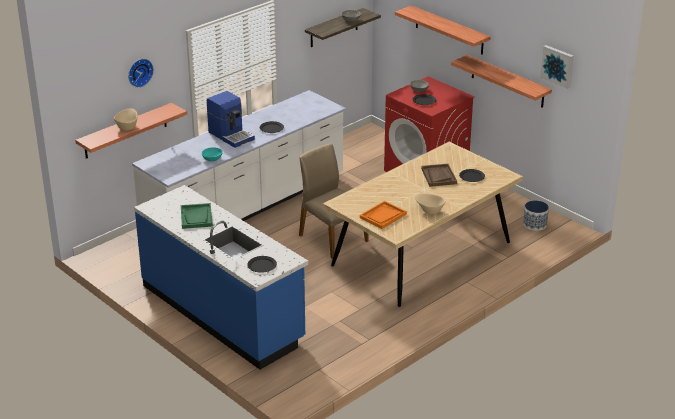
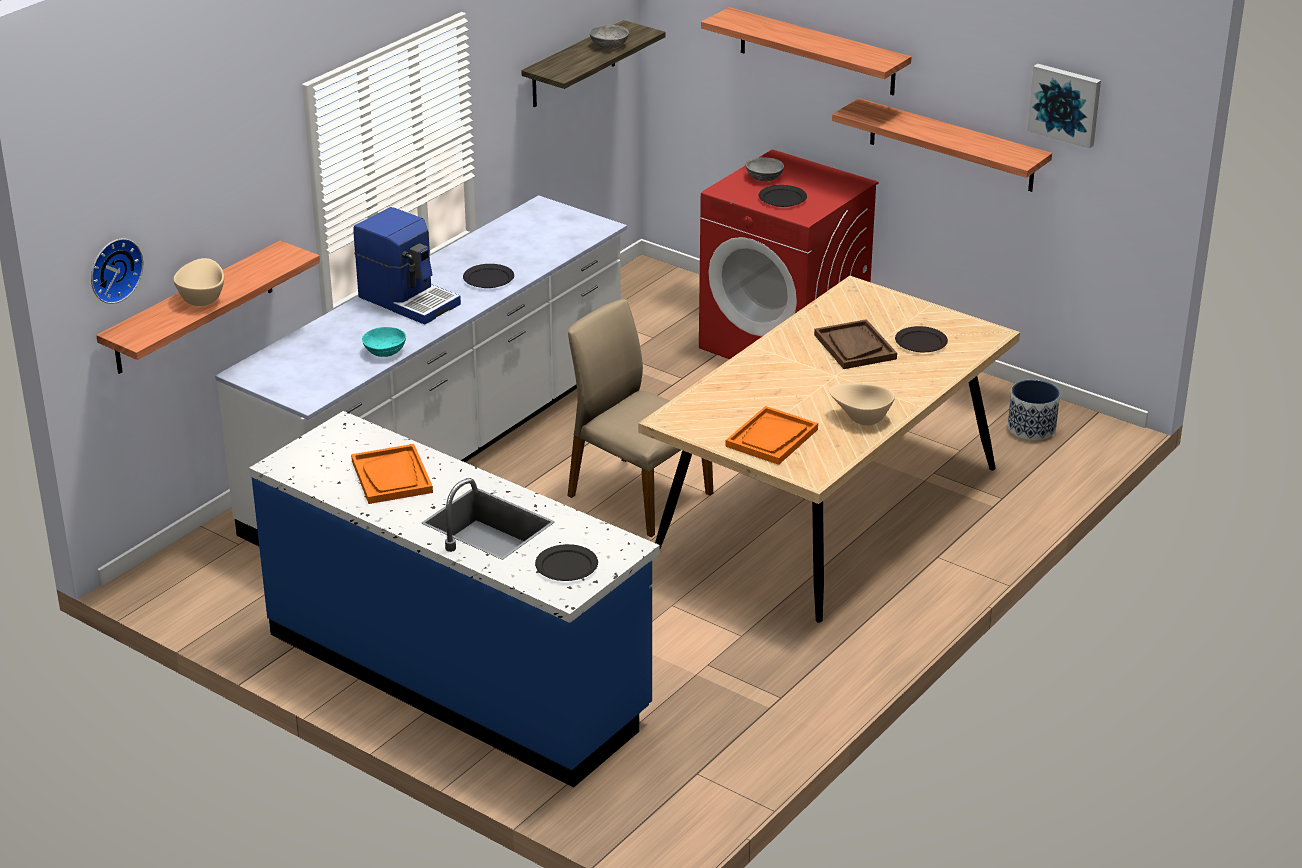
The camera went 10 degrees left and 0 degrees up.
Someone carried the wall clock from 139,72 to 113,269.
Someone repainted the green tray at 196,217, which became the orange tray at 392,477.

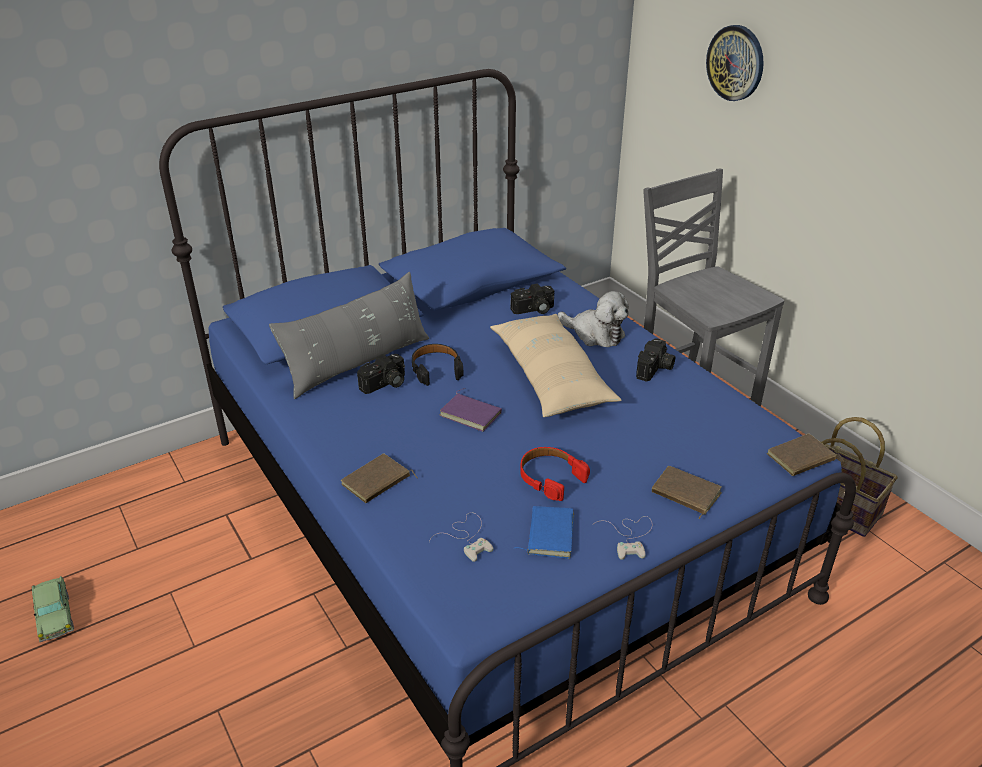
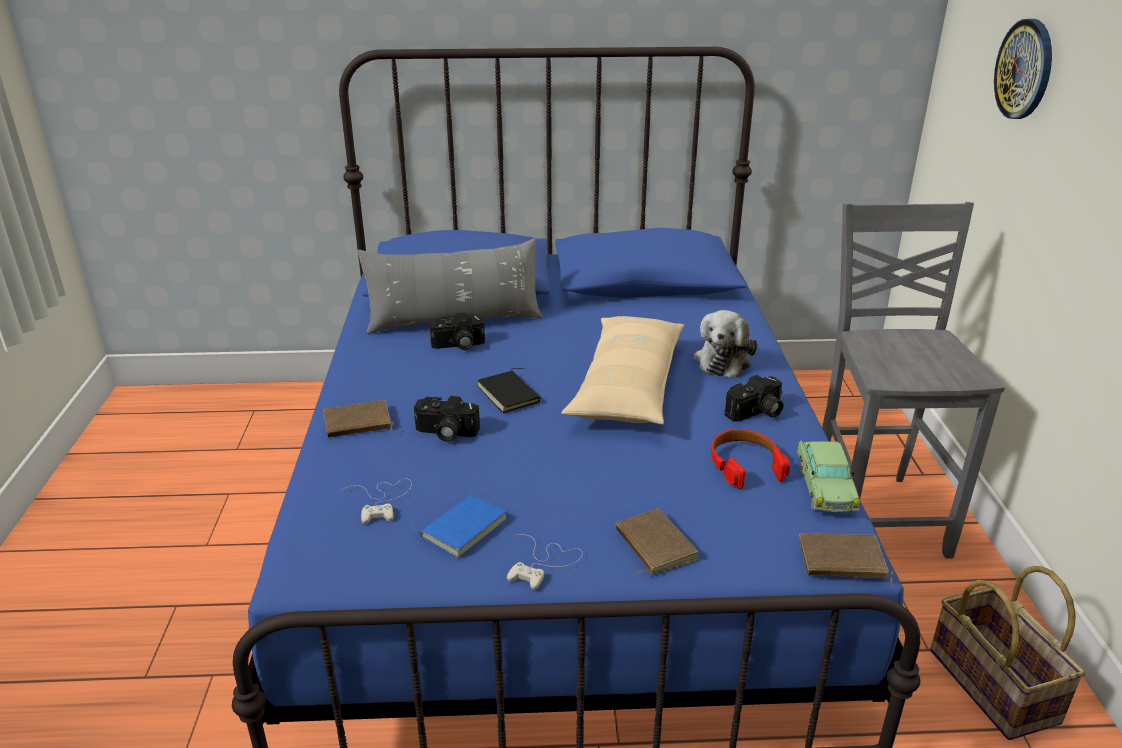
The camera went 30 degrees right and 5 degrees down.
Someone took away the black headphones at 436,369.
Someone carried the toy car from 55,615 to 825,487.
Someone carried the photo camera from 533,310 to 445,433.
Someone carried the red headphones from 550,478 to 745,465.
Someone repainted the purple book at 472,414, which became the black book at 510,394.
Someone rotated the plush toy at 595,334 by 45 degrees clockwise.

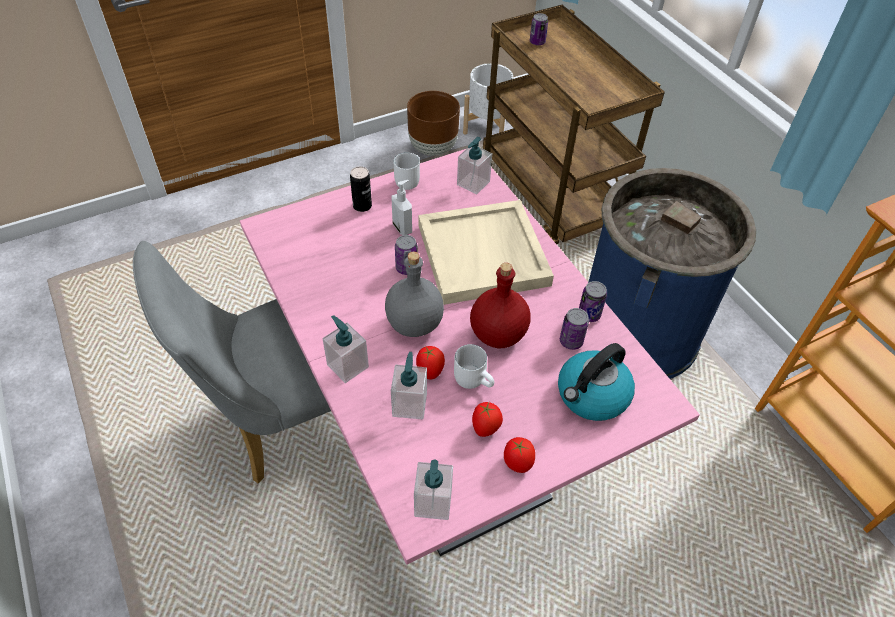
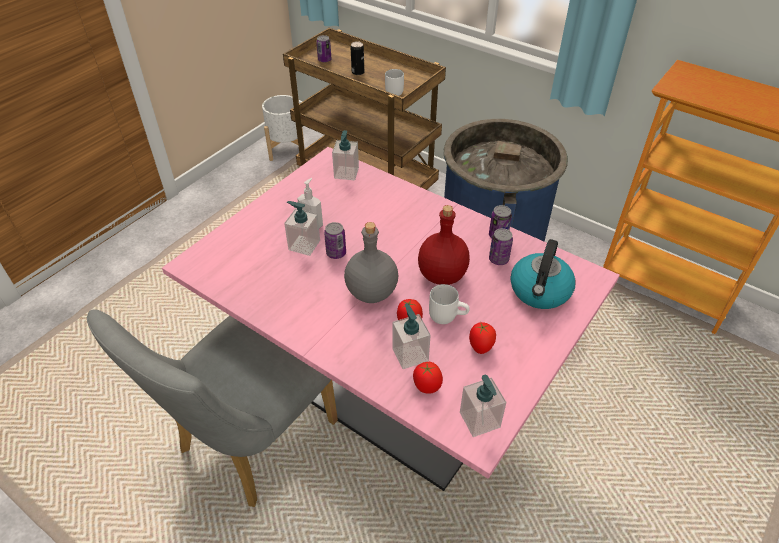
The camera went 25 degrees left and 5 degrees down.
Someone took away the brown planter at 433,148.
Someone took away the beige tray at 484,255.
Someone carried the soap dispenser from 347,366 to 304,245.
Someone carried the can from 362,206 to 358,72.
Someone carried the white mug from 407,179 to 393,90.
Someone carried the tomato from 517,463 to 426,387.

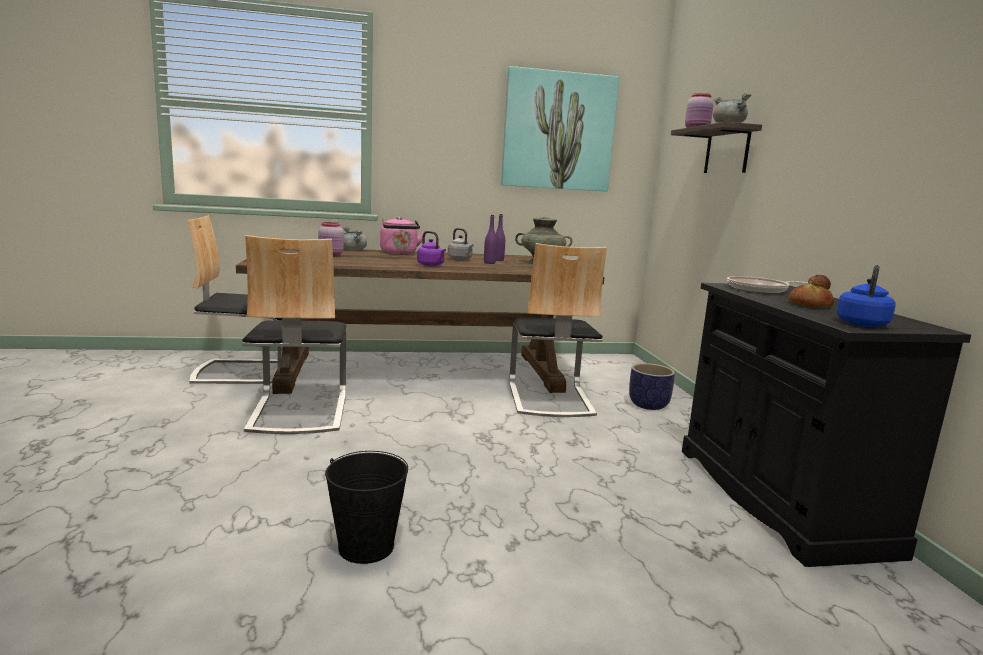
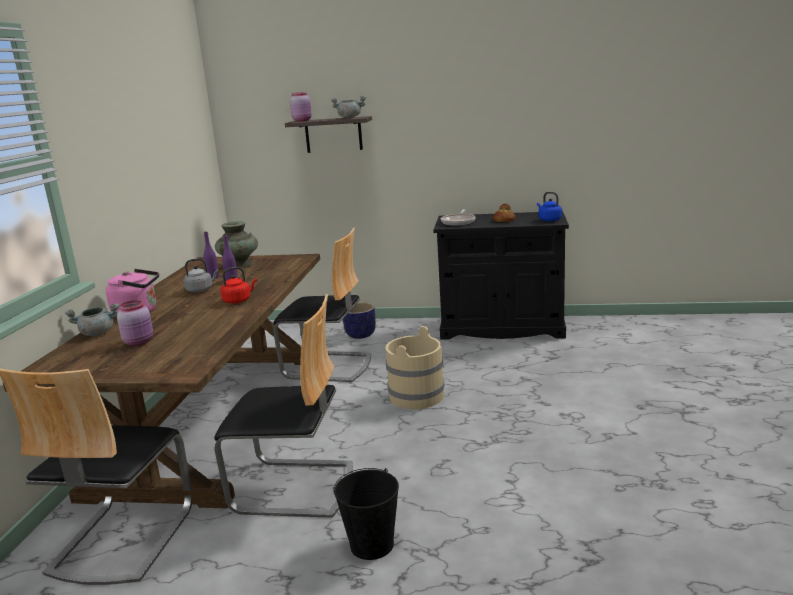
The camera went 70 degrees left and 5 degrees up.
Someone took away the picture at 558,131.
Someone put down the beige bucket at 416,396.
Someone carried the black bucket from 366,547 to 372,544.
Someone repainted the purple kettle at 431,265, which became the red kettle at 238,300.

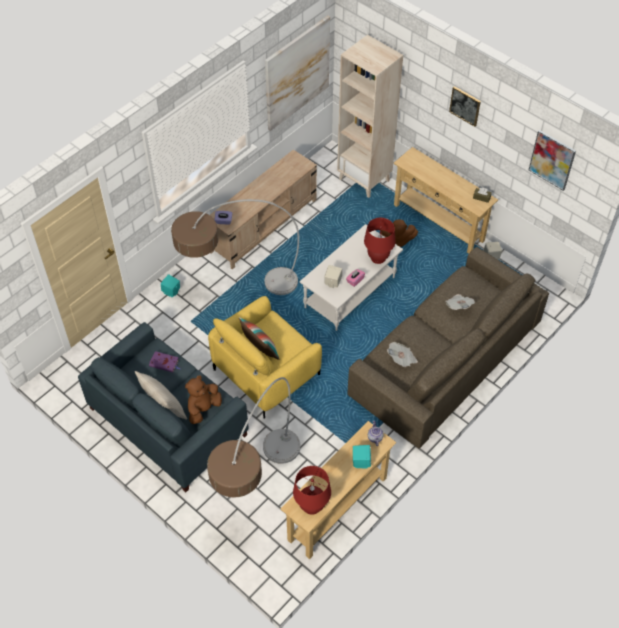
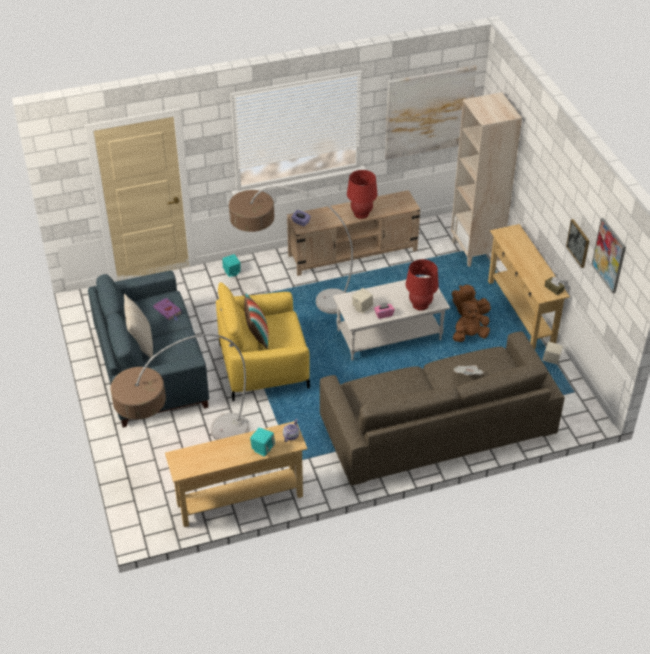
The camera went 30 degrees right and 10 degrees down.
Someone took away the newspaper at 402,359.
Someone carried the brown plush toy from 203,408 to 469,336.
Someone carried the red table lamp from 312,506 to 361,214.
Someone carried the picture from 465,106 to 578,243.

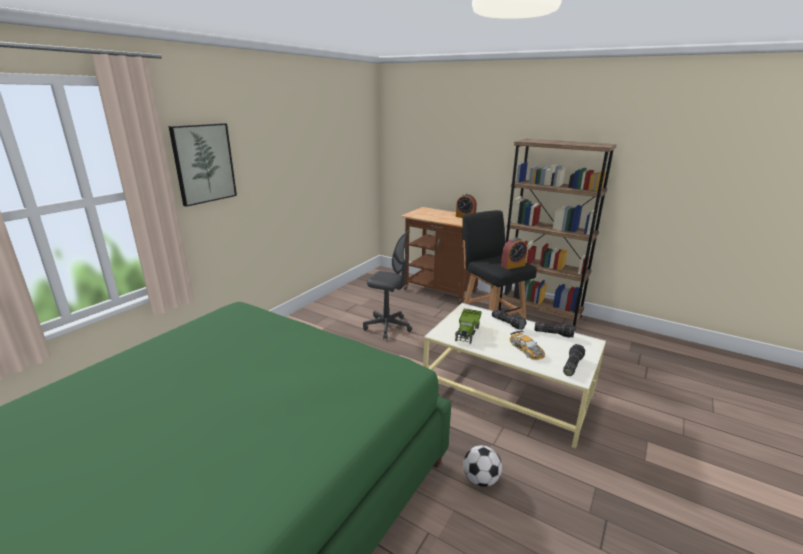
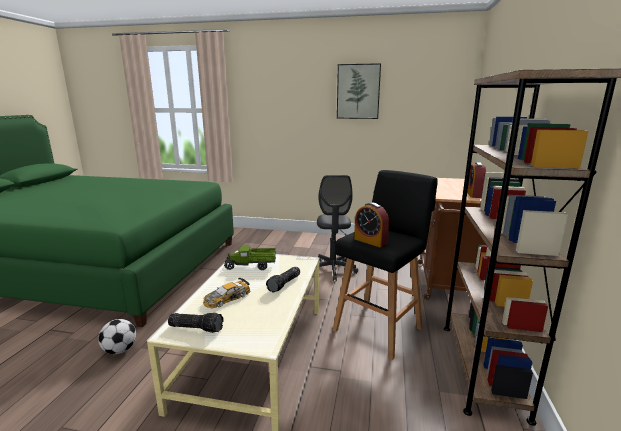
The camera went 70 degrees right and 5 degrees down.
Someone took away the flashlight at 553,333.
Someone carried the picture from 203,163 to 358,91.

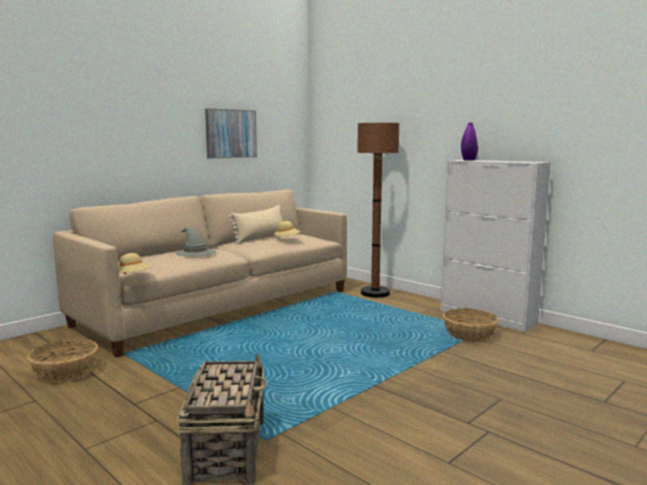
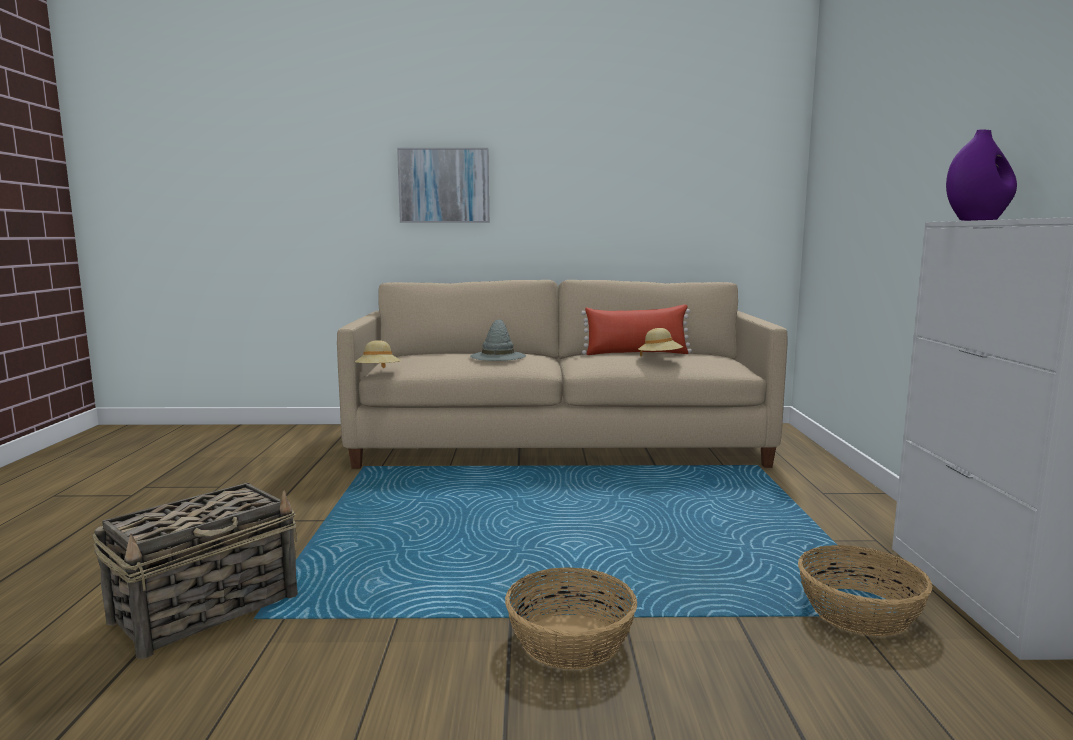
The camera went 45 degrees right and 0 degrees up.
Someone took away the brown floor lamp at 375,293.
Someone carried the basket from 66,372 to 571,641.
Someone carried the picture from 231,133 to 444,185.
Someone repainted the beige pillow at 260,238, which became the red pillow at 636,353.

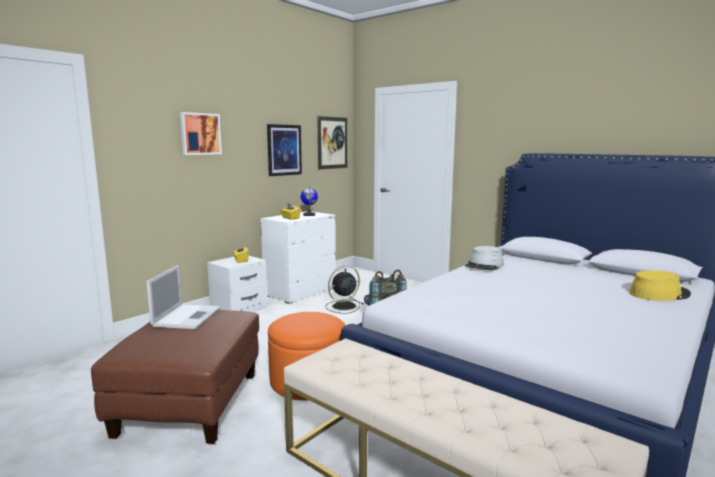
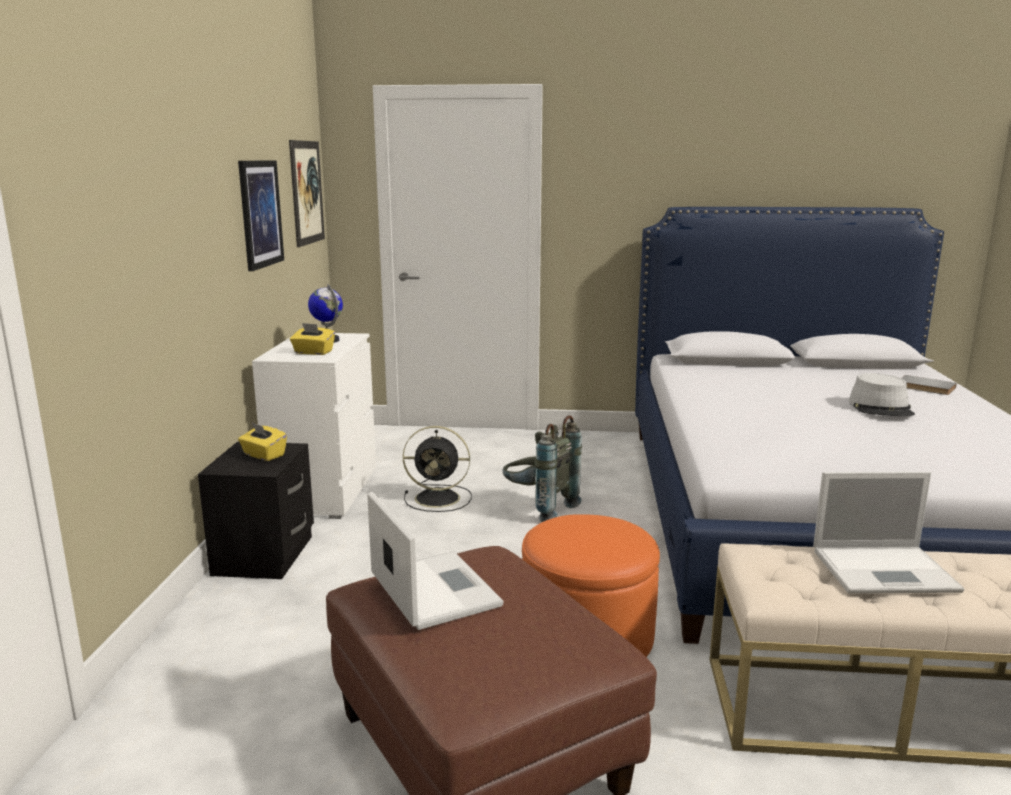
The camera went 35 degrees left and 5 degrees up.
Someone took away the picture at 200,134.
Someone put down the laptop at 886,570.
Someone carried the grey hat from 484,265 to 881,408.
Someone swapped the yellow hat at 659,294 for the grey book at 925,387.
Someone repainted the white nightstand at 239,310, which became the black nightstand at 266,555.
Someone rotated the black fan at 343,306 by 105 degrees counterclockwise.

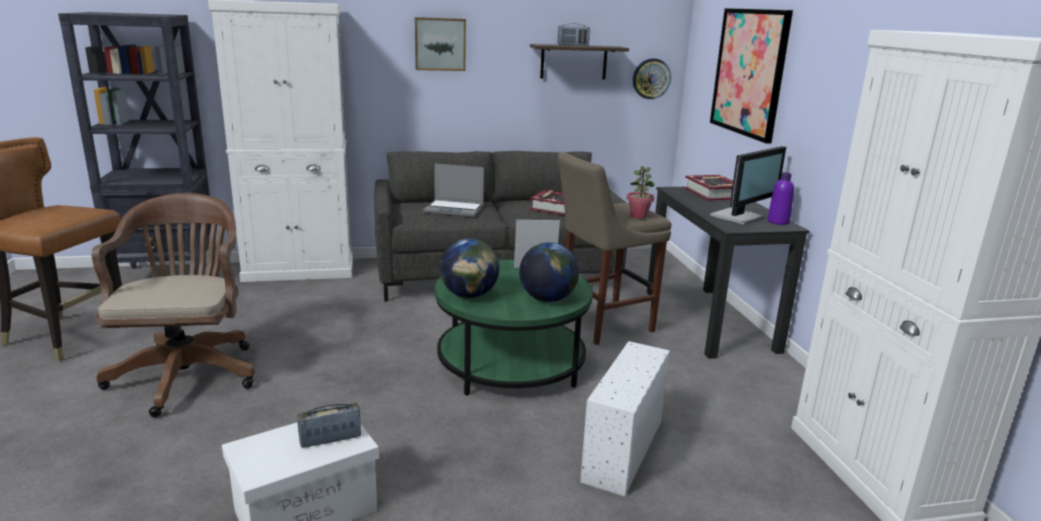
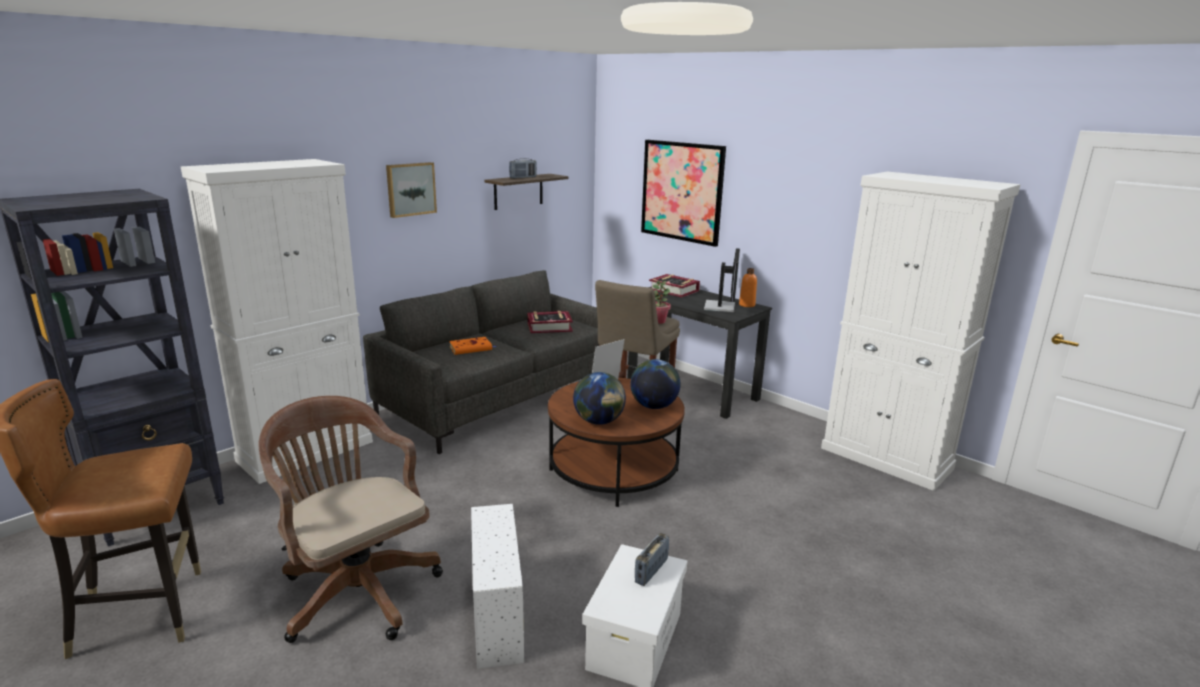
The camera went 35 degrees left and 0 degrees up.
Someone took away the wall clock at 651,78.
Someone carried the white storage box from 622,451 to 497,616.
Someone swapped the laptop at 455,209 for the orange book at 472,348.
Someone repainted the green coffee table at 511,363, which became the brown coffee table at 613,470.
Someone repainted the purple bottle at 778,222, which became the orange bottle at 747,305.

